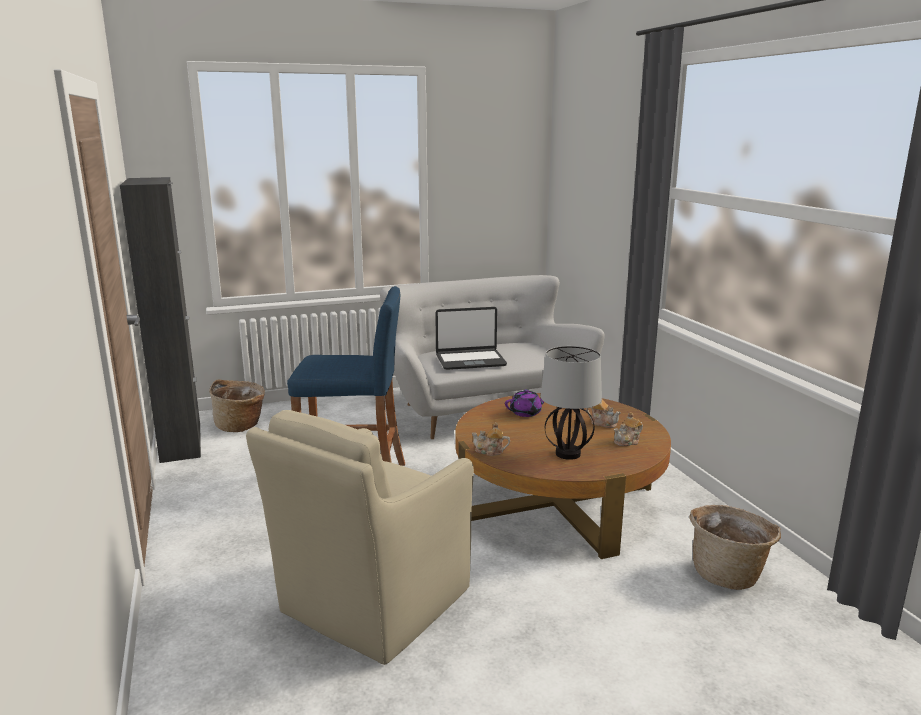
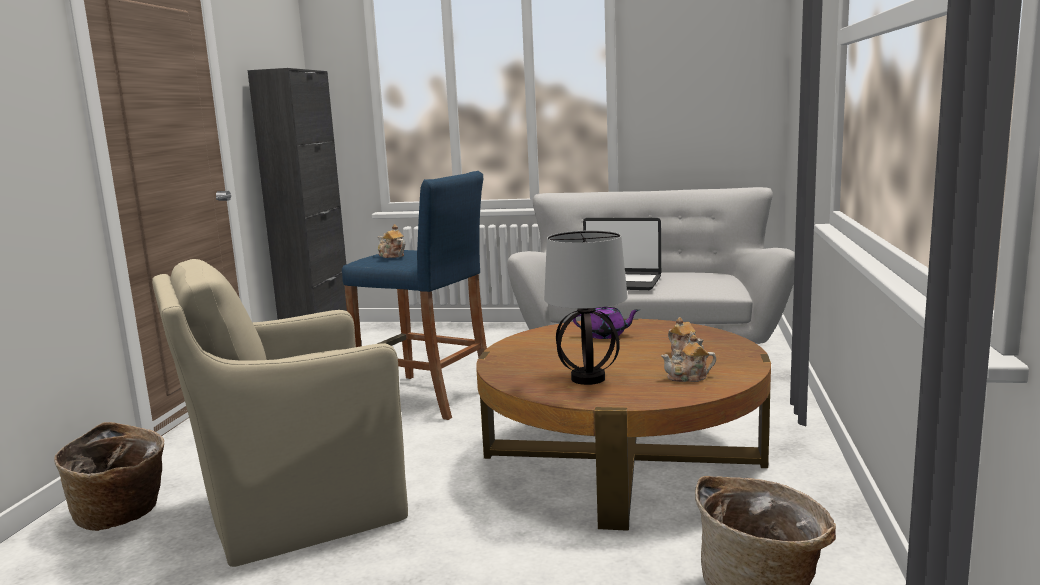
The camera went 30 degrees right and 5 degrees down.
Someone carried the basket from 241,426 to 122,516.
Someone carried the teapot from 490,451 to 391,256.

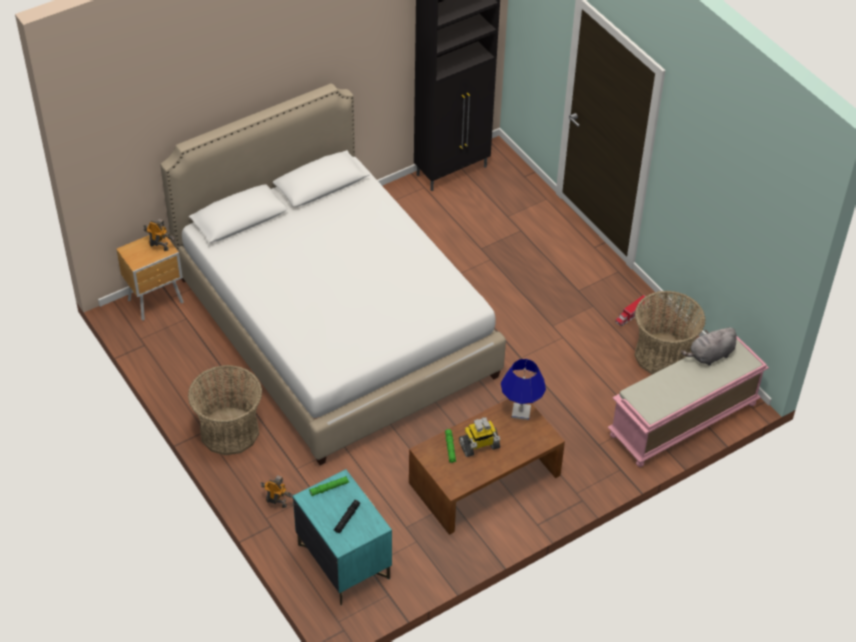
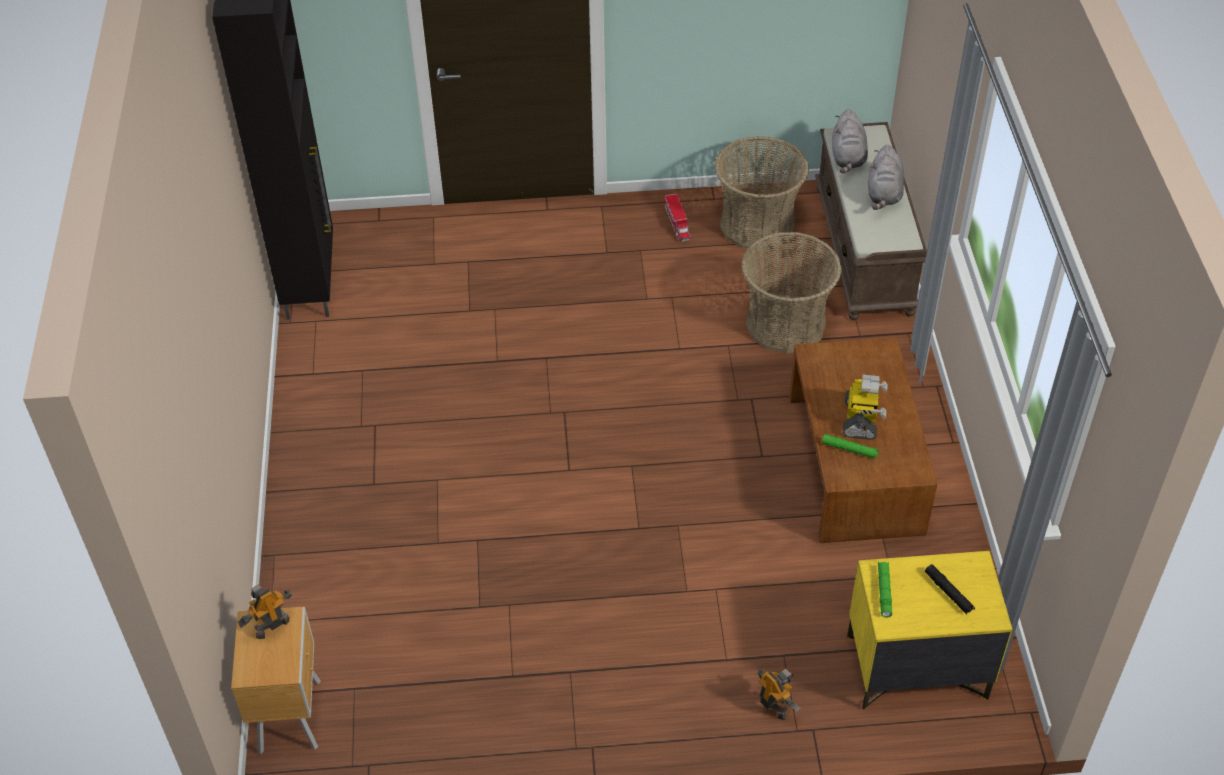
The camera went 60 degrees left and 0 degrees up.
Someone took away the white bed at 335,326.
Someone took away the blue table lamp at 520,412.
Someone put down the grey plush toy at 884,194.
Someone carried the basket from 229,431 to 785,324.
Someone repainted the turquoise nightstand at 343,561, which became the yellow nightstand at 915,667.
Someone repainted the pink bench at 683,420, which became the brown bench at 865,250.
Someone rotated the toy robot at 276,502 by 90 degrees clockwise.

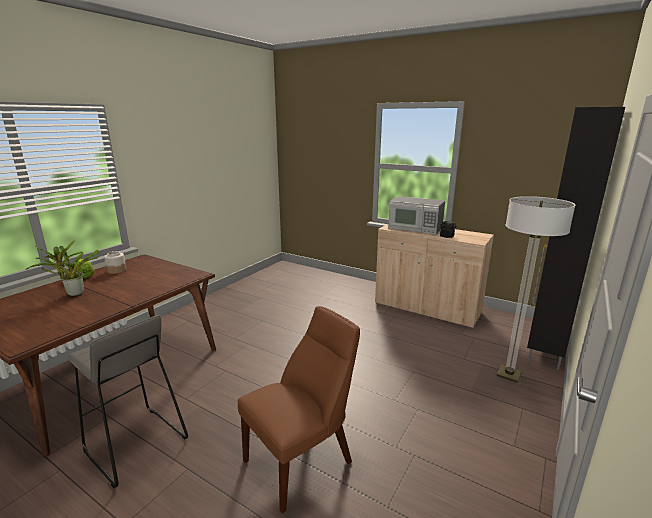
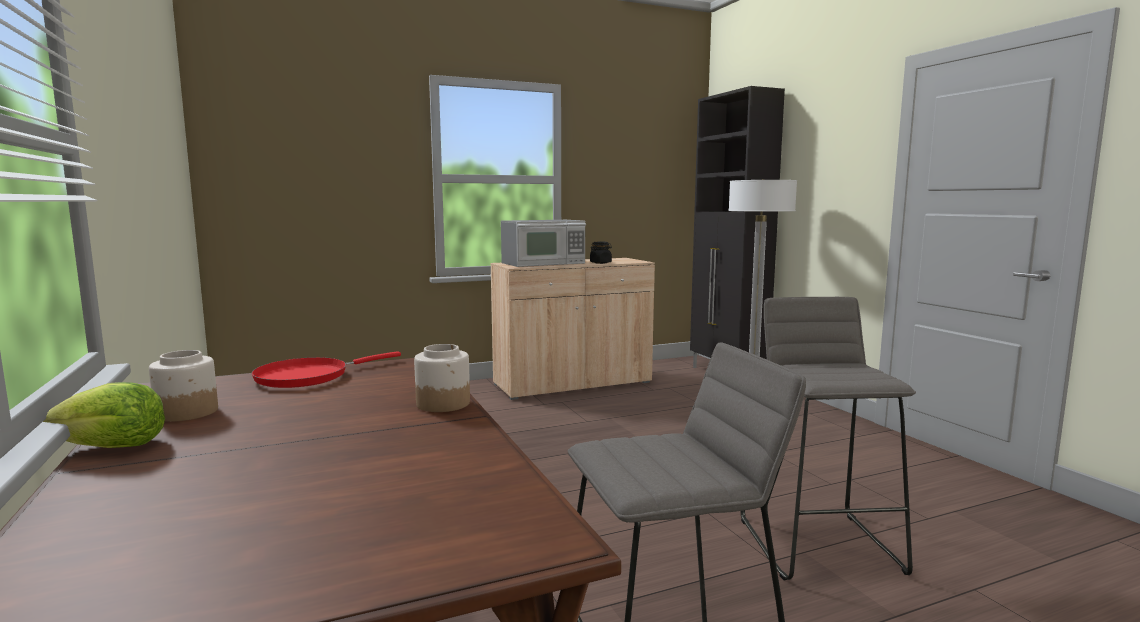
The camera went 55 degrees left and 10 degrees down.
Someone took away the potted plant at 73,293.
Someone put down the red frying pan at 308,376.
Someone put down the jar at 443,403.
Someone swapped the brown chair at 302,459 for the grey stool at 820,545.

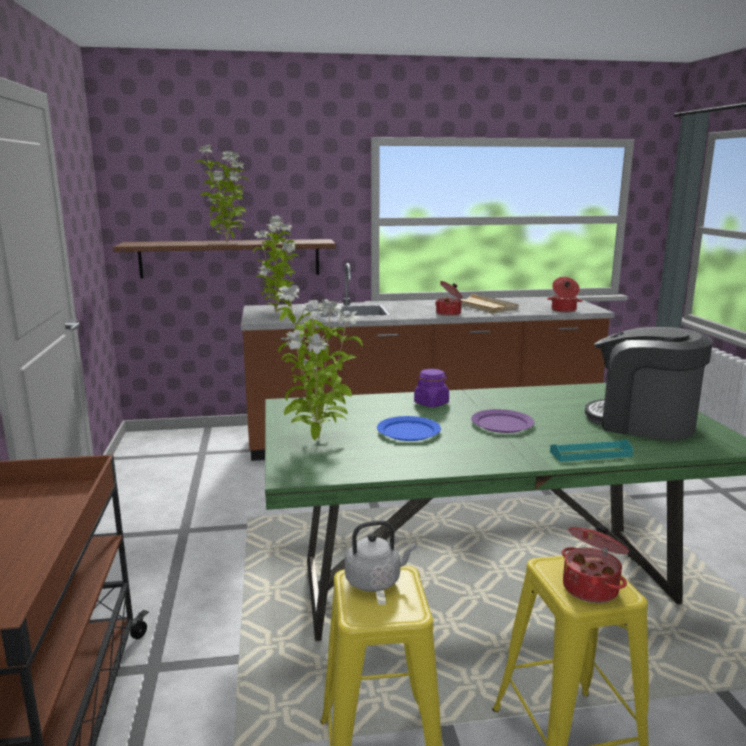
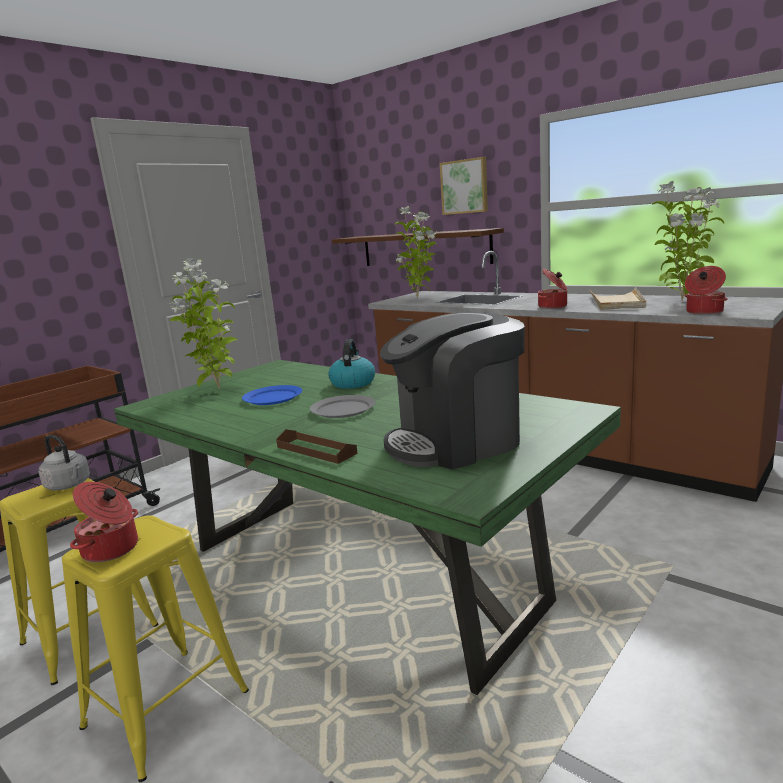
The camera went 50 degrees right and 0 degrees up.
Someone put up the picture at 465,186.
Someone carried the potted plant from 228,242 to 682,301.
Someone swapped the purple jar at 431,403 for the kettle at 352,383.
Someone repainted the purple plate at 502,424, which became the grey plate at 343,409.
Someone repainted the turquoise tray at 590,454, which became the brown tray at 316,450.
Someone rotated the coffee machine at 642,423 by 105 degrees counterclockwise.

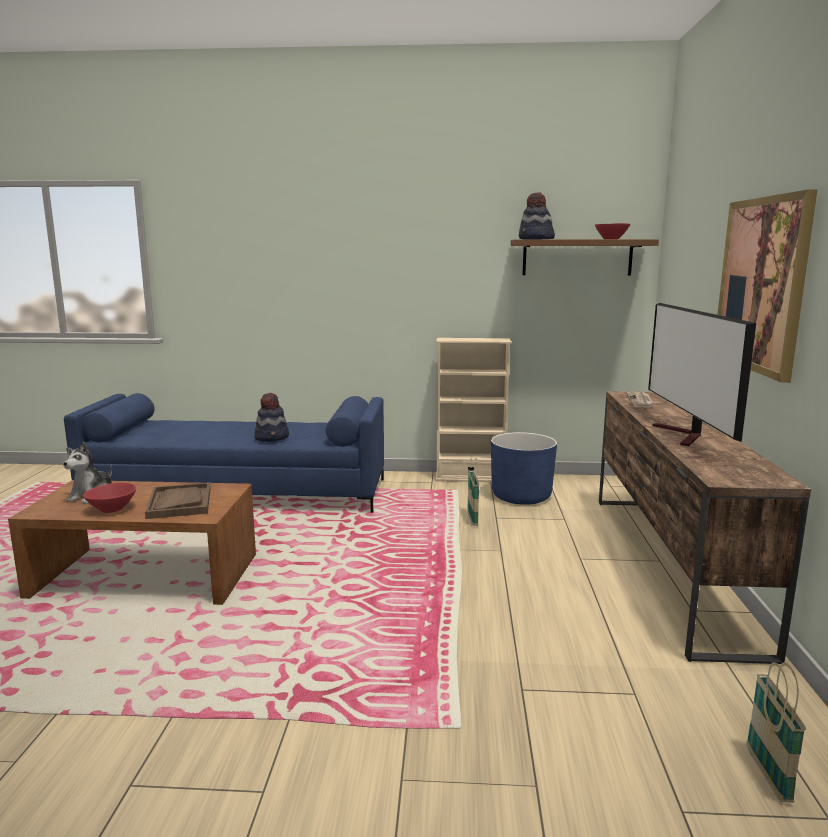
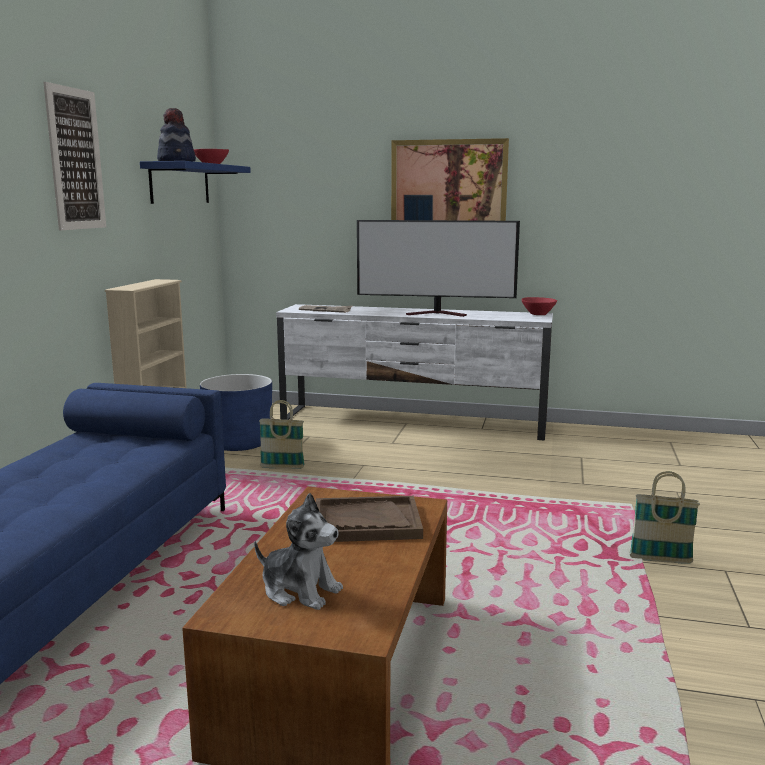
The camera went 80 degrees left and 0 degrees up.
Someone took away the hat at 272,437.
Someone put up the picture at 76,159.
Someone carried the red bowl from 111,509 to 538,314.
Someone carried the basket from 768,774 to 660,560.
Someone repainted the brown shelf at 577,257, which became the blue shelf at 180,183.
Someone repainted the brown tv stand at 668,564, which became the white tv stand at 413,422.

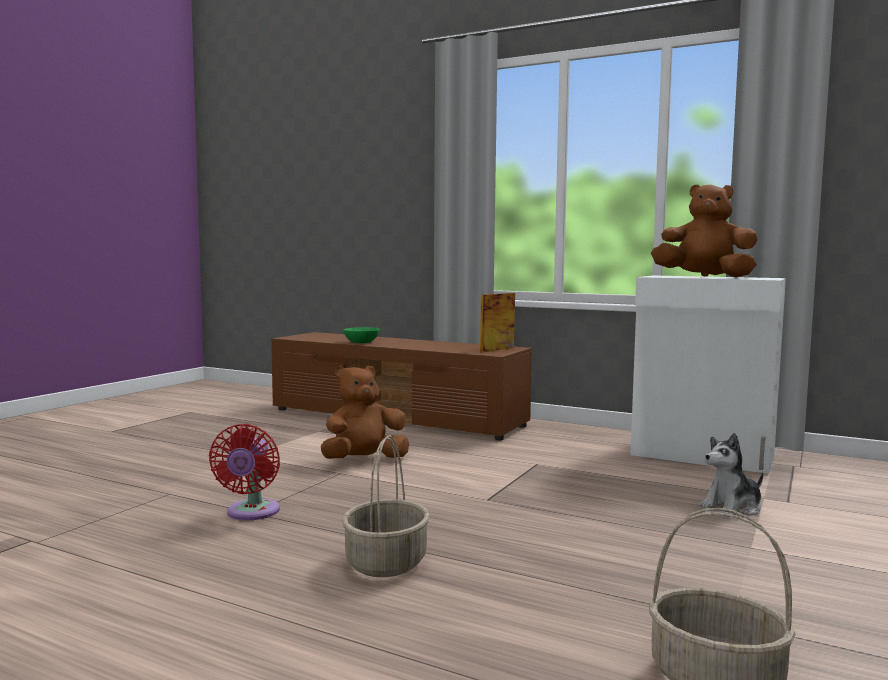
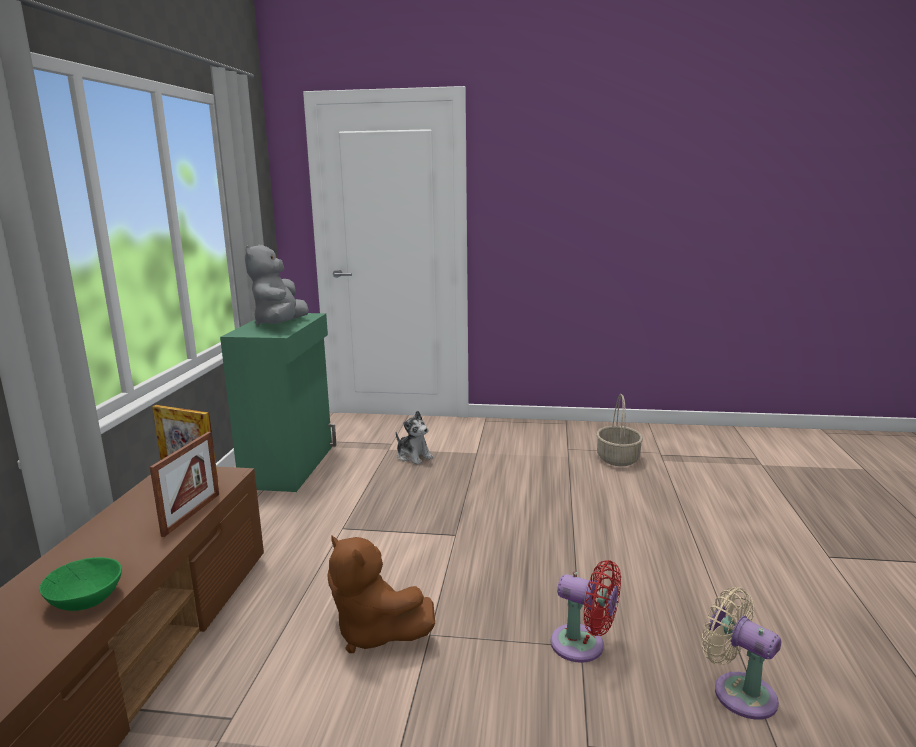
The camera went 110 degrees left and 10 degrees up.
Someone took away the basket at 386,563.
Someone put down the picture frame at 192,514.
Someone put down the beige fan at 738,692.
Someone repainted the white cabinet at 703,456, which became the green cabinet at 290,466.
Someone repainted the brown plush toy at 704,277, which became the grey plush toy at 280,324.
Someone rotated the red fan at 251,513 by 45 degrees clockwise.

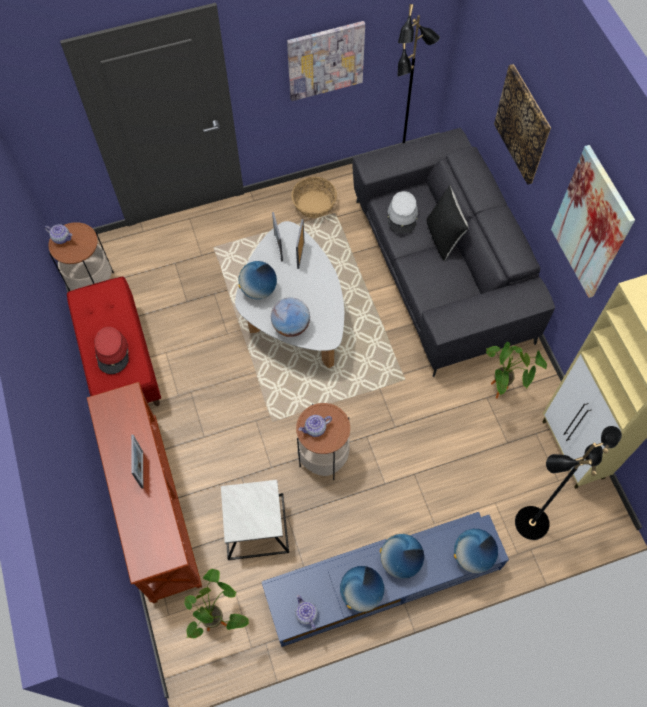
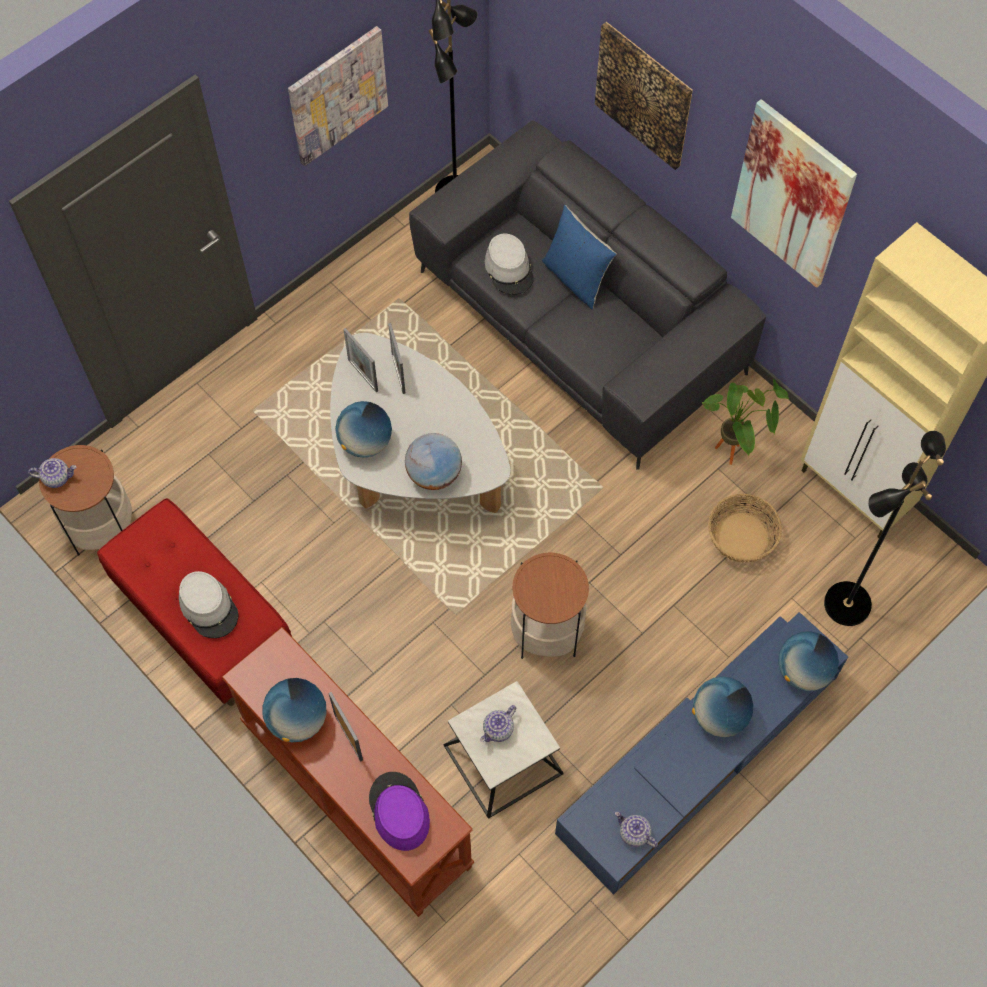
The camera went 25 degrees left and 0 degrees up.
Someone took away the potted plant at 220,619.
Someone put down the purple hat at 398,811.
Someone carried the basket from 314,204 to 741,537.
Someone carried the teapot from 315,429 to 498,730.
Someone carried the globe from 361,593 to 298,720.
Someone repainted the red hat at 112,352, which became the grey hat at 209,607.
Someone repainted the black pillow at 443,238, which became the blue pillow at 576,278.

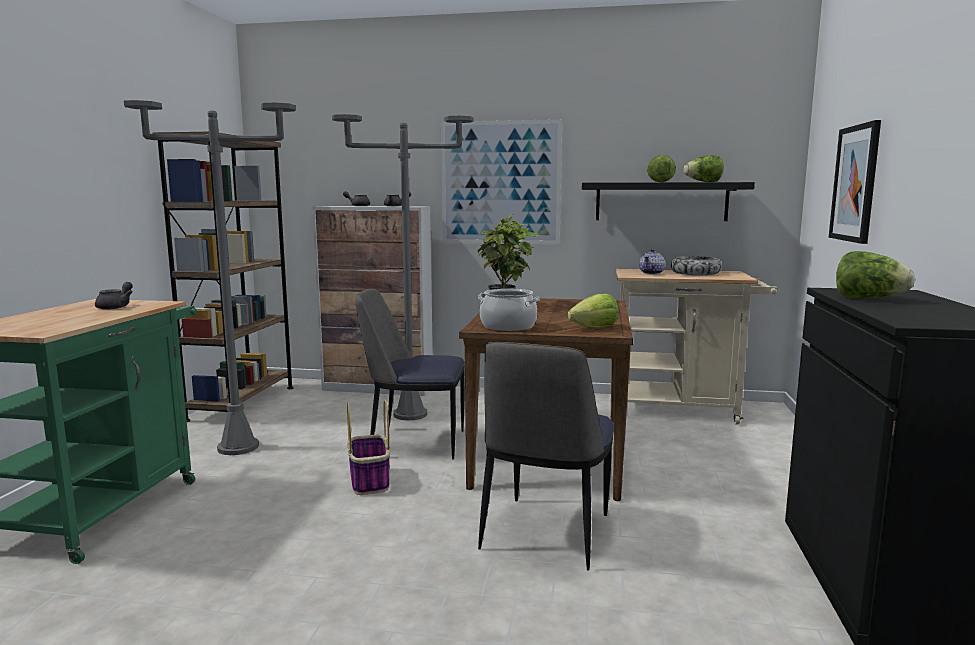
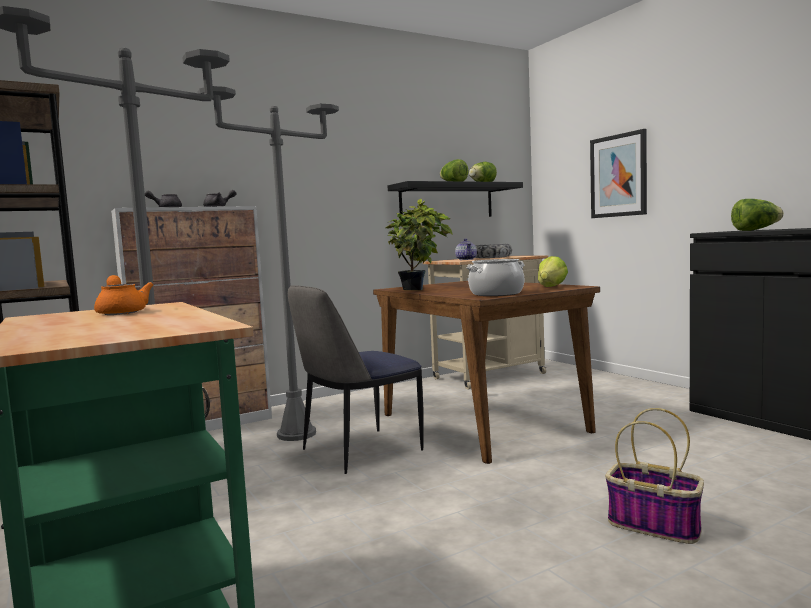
The camera went 40 degrees left and 5 degrees down.
Someone took away the picture at 500,183.
Someone took away the chair at 545,534.
Someone carried the basket from 370,481 to 655,525.
Someone repainted the grey teapot at 116,307, which became the orange teapot at 121,312.

